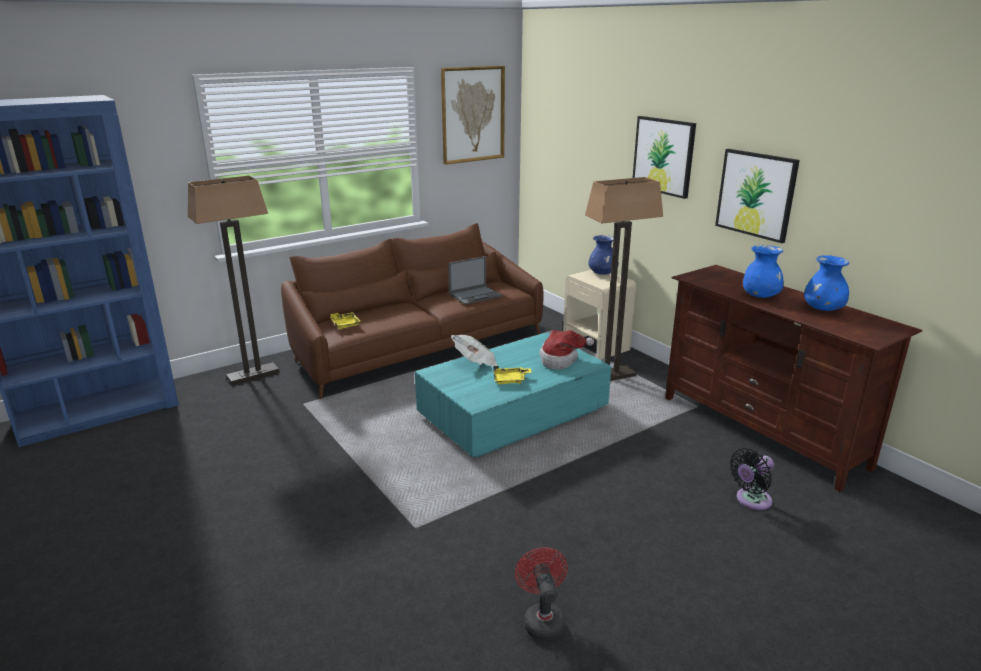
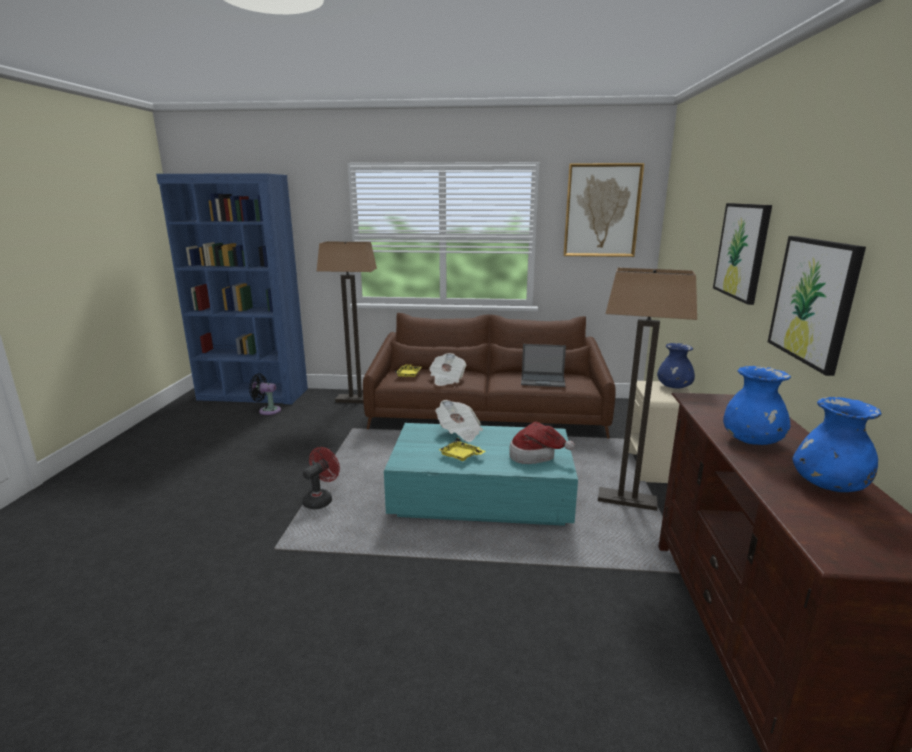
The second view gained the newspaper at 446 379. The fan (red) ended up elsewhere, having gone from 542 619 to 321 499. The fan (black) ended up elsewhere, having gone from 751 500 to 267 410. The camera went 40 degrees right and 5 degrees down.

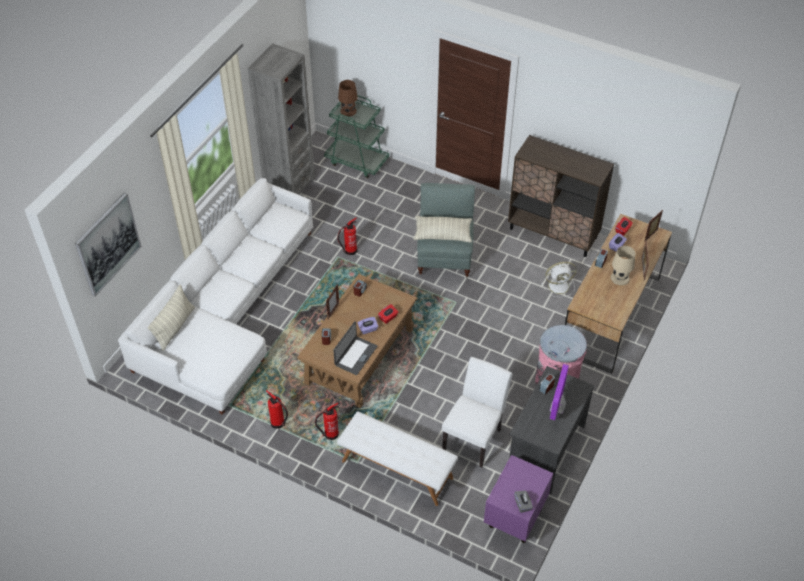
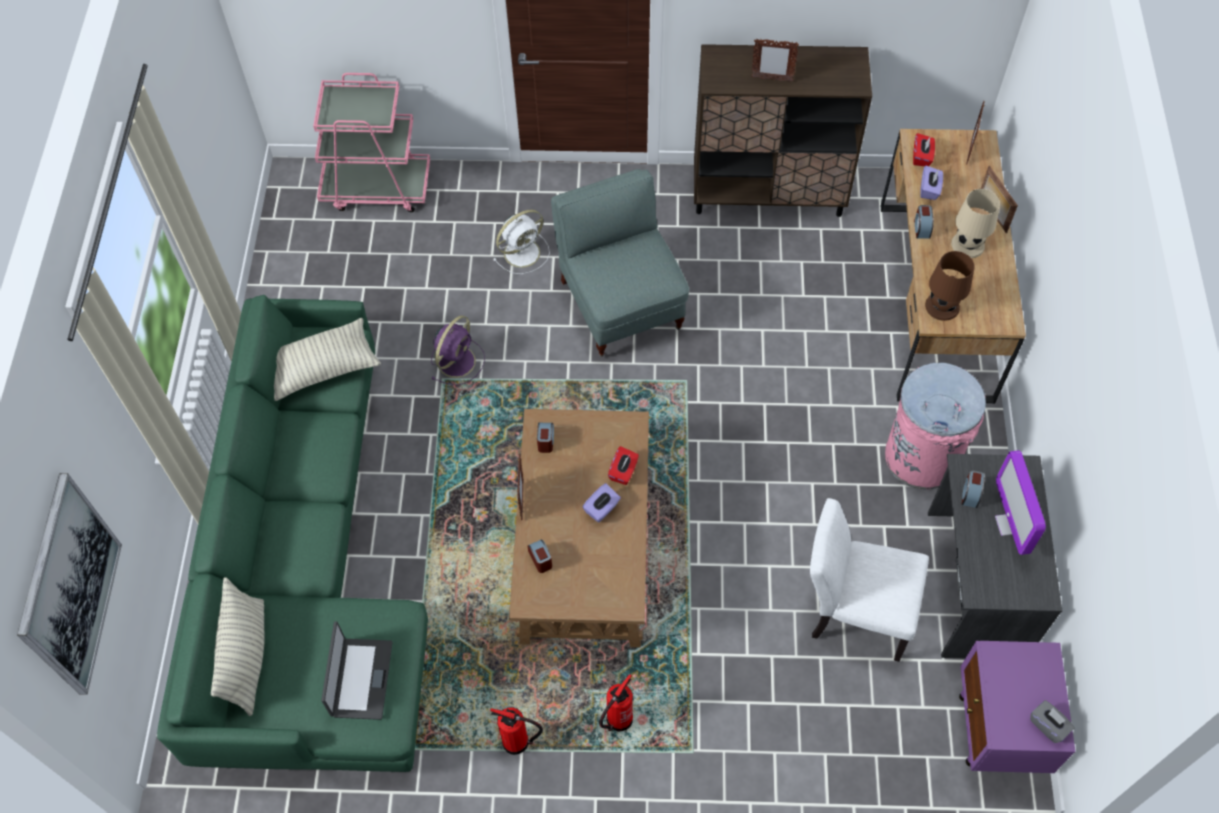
The second view lost the bookcase (grey) at 289 186. The second view lost the bench (white) at 396 470. The second view gained the picture frame at 771 79. The laptop ended up elsewhere, having gone from 355 355 to 360 679. The table lamp (brown) ended up elsewhere, having gone from 348 111 to 942 305. The pillow ended up elsewhere, having gone from 443 235 to 323 367. The fan (white) ended up elsewhere, having gone from 559 285 to 523 252. Where the fire extinguisher stood at 349 251, the fan (purple) came to stand at 457 360. What was the sofa (white) at 226 313 turned into the sofa (green) at 307 570. What was the cart (green) at 357 161 turned into the cart (pink) at 377 187. The chair (white) at 474 436 ended up facing another way, 75 degrees counterclockwise from before. The camera went 25 degrees left and 10 degrees up.

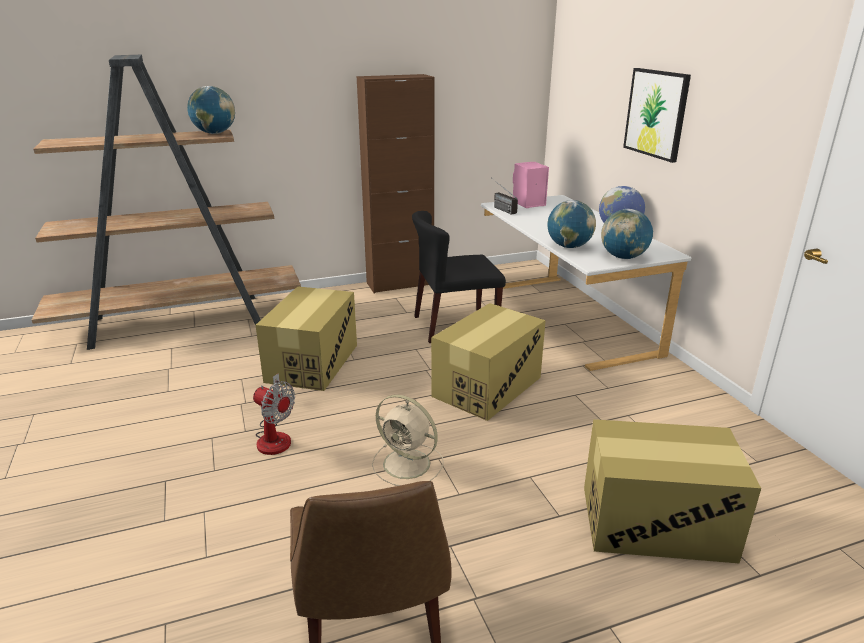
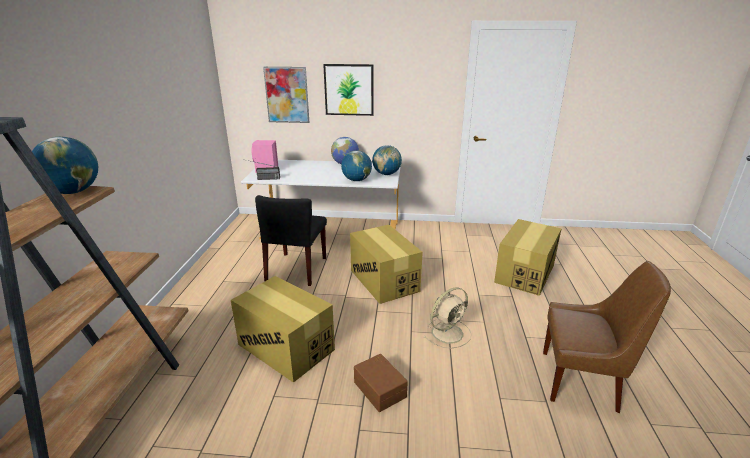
The second view lost the cabinet (brown) at 400 284. The second view gained the picture at 287 95. Where the fan stood at 275 436, the storage box (brown) came to stand at 381 388. The camera went 65 degrees left and 0 degrees up.

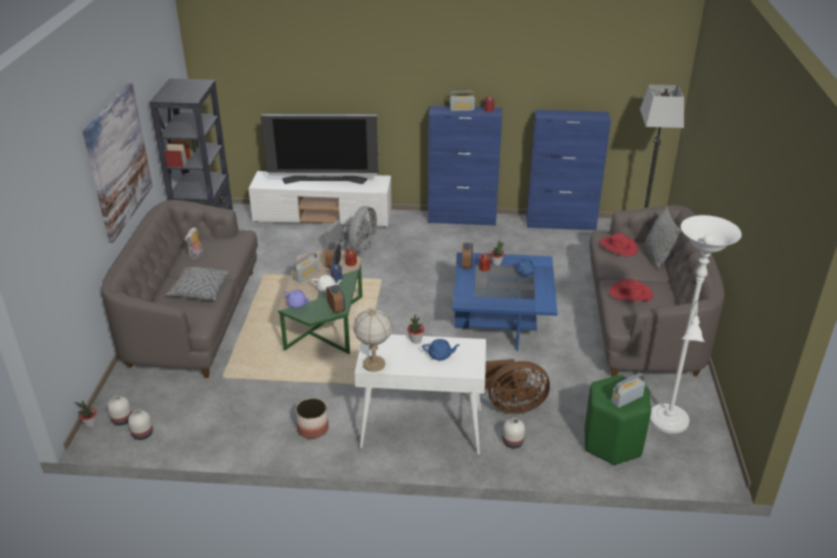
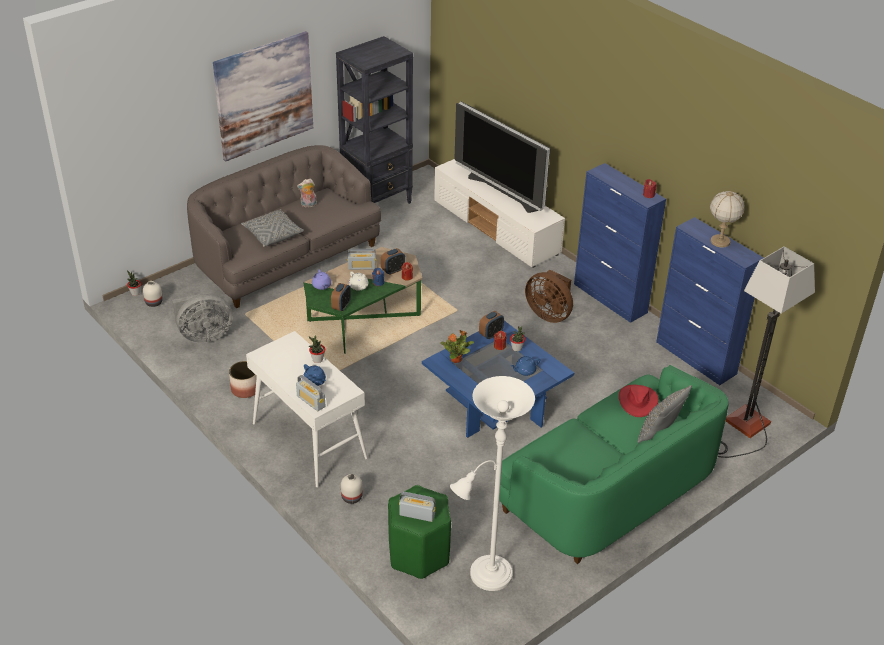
The second view lost the vase (white) at 143 434. The second view lost the hat (red) at 631 293. The second view gained the potted plant at 456 359. The fan (grey) ended up elsewhere, having gone from 357 249 to 203 336. The table lamp ended up elsewhere, having gone from 374 364 to 720 242. The radio ended up elsewhere, having gone from 462 109 to 311 401. The fan (brown) ended up elsewhere, having gone from 513 405 to 549 314. What was the sofa (grey) at 642 323 turned into the sofa (green) at 609 491. The camera went 45 degrees right and 5 degrees up.

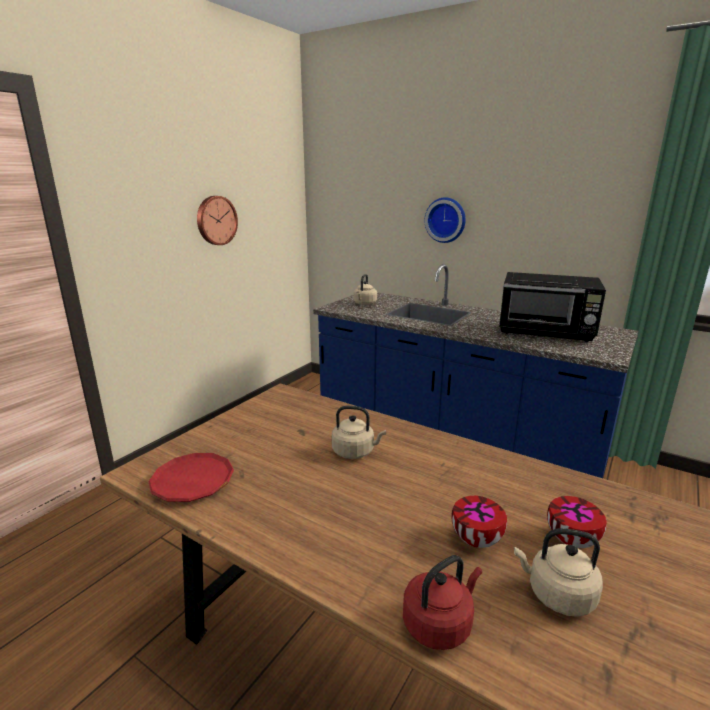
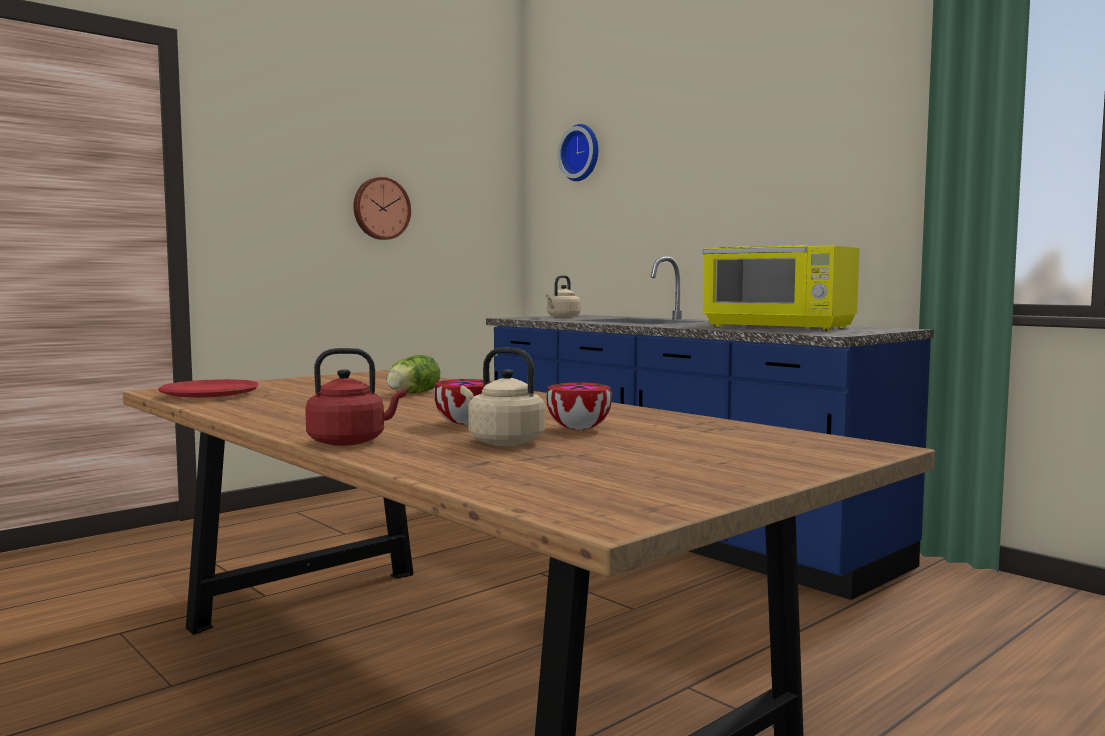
The wall clock ended up elsewhere, having gone from 446 220 to 582 153. Where the kettle (beige) stood at 355 452, the lettuce came to stand at 411 394. What was the microwave (black) at 546 332 turned into the microwave (yellow) at 780 327. The camera went 15 degrees right and 15 degrees down.

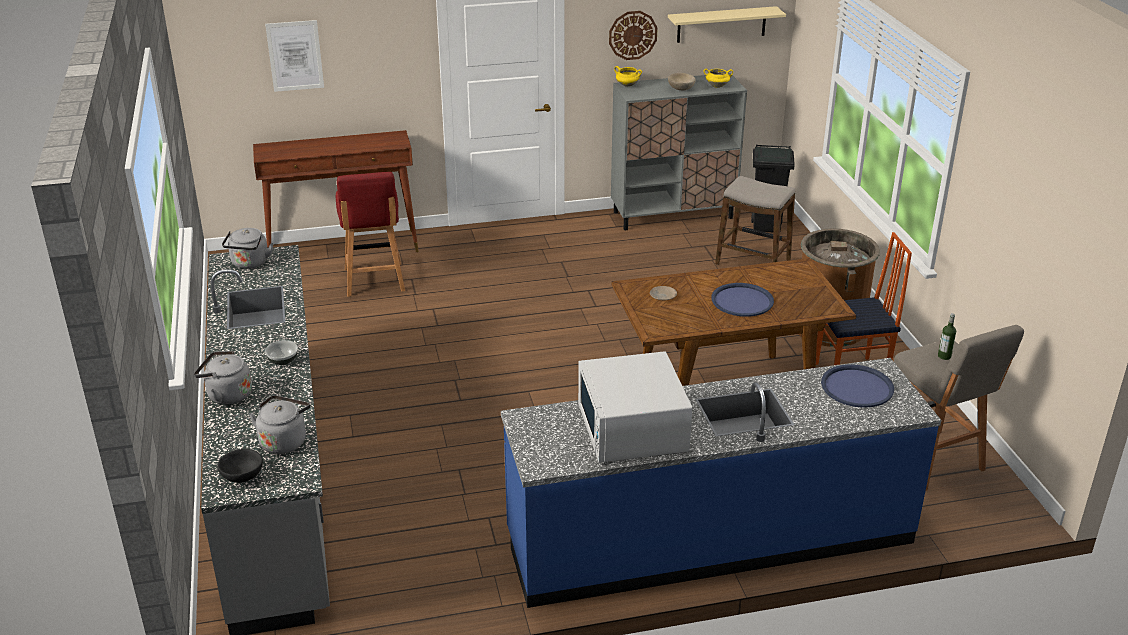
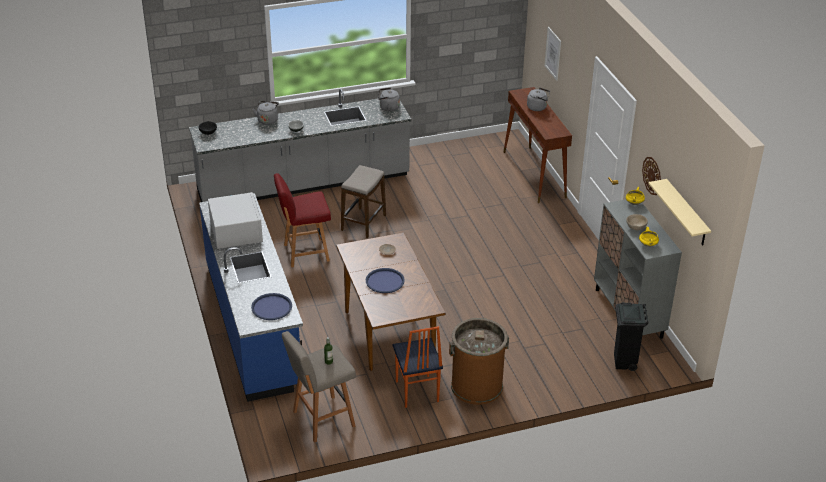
The kettle (grey) ended up elsewhere, having gone from 284 441 to 538 107. The chair (red) ended up elsewhere, having gone from 374 280 to 305 253. The stool ended up elsewhere, having gone from 752 262 to 363 223. The microwave (white) at 632 430 ended up facing another way, 90 degrees clockwise from before. The camera went 85 degrees right and 5 degrees up.

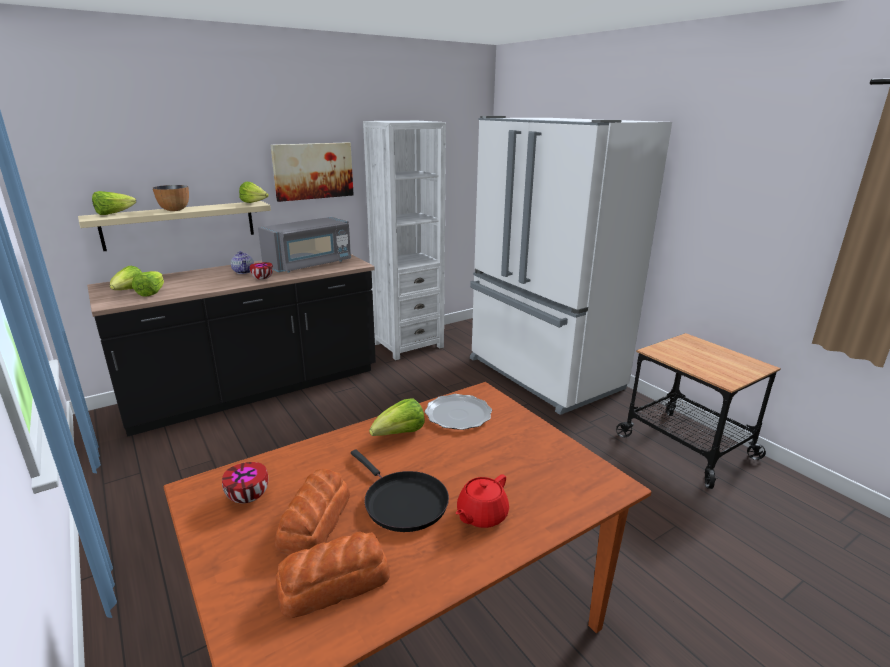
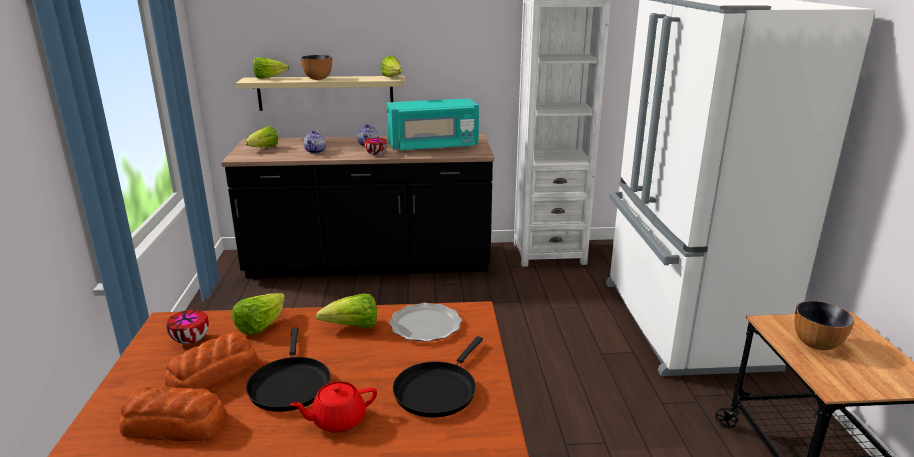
The second view lost the picture at 313 171. The second view gained the teapot at 315 151. The second view gained the frying pan (black) at 437 390. The second view gained the bowl at 816 344. The lettuce ended up elsewhere, having gone from 152 293 to 260 326. What was the microwave (grey) at 309 265 turned into the microwave (turquoise) at 433 146. The camera went 30 degrees right and 0 degrees up.

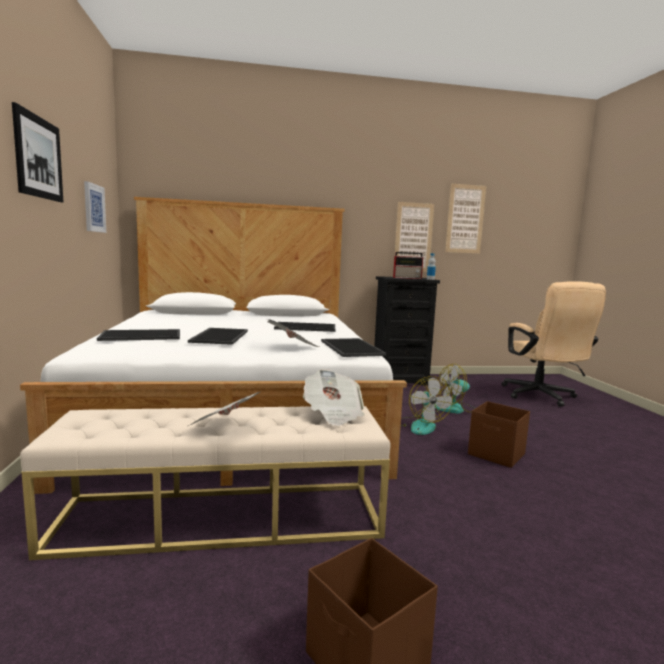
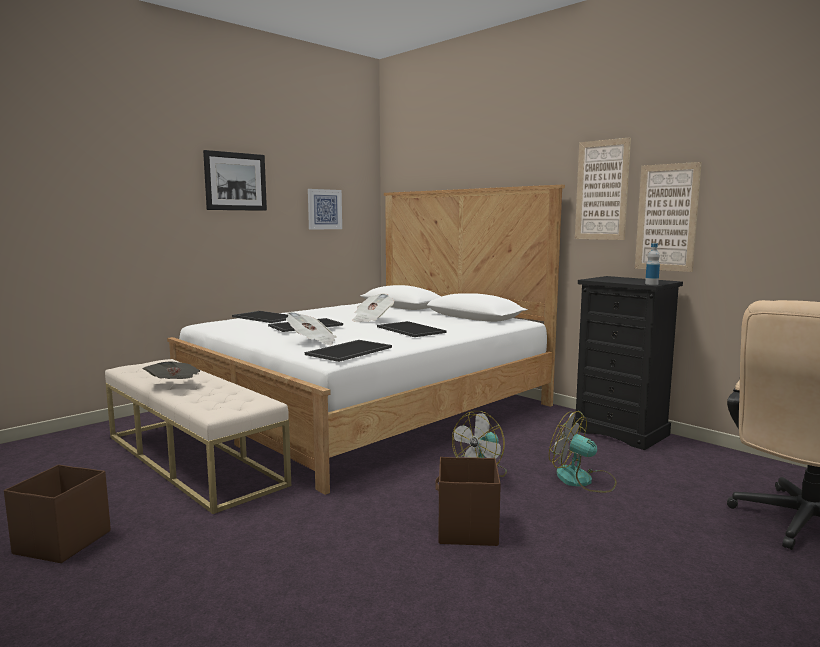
The second view lost the radio at 407 278. The newspaper ended up elsewhere, having gone from 333 413 to 372 319. The picture ended up elsewhere, having gone from 465 219 to 602 190. The camera went 55 degrees right and 0 degrees up.

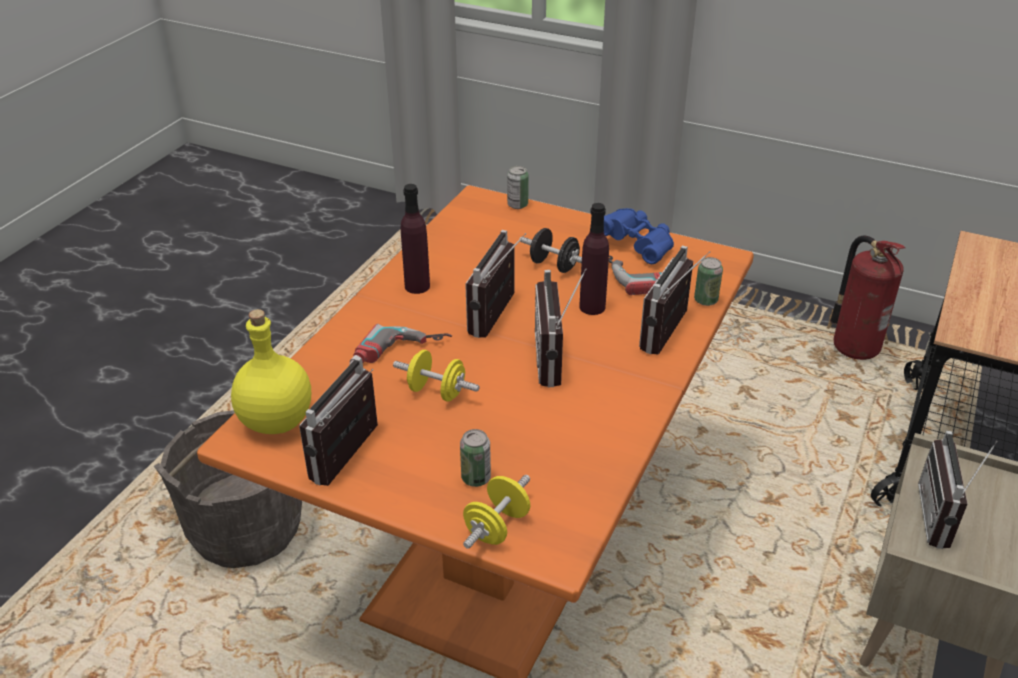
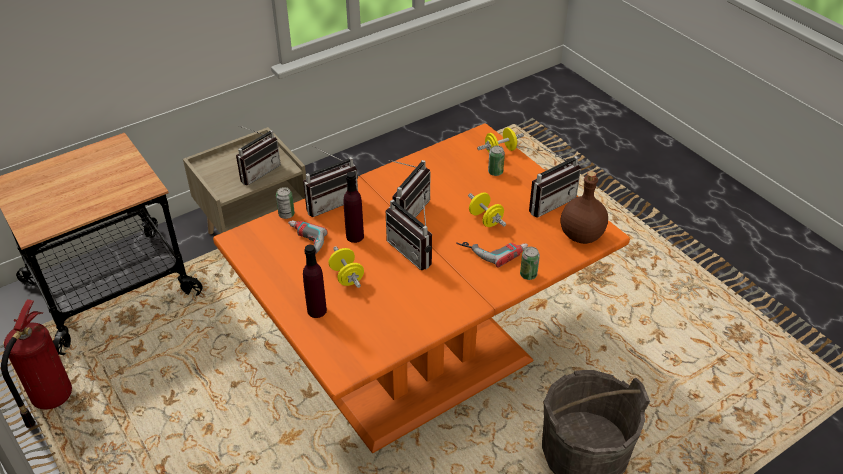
The second view lost the binoculars (blue) at 637 246. The bottle (purple) ended up elsewhere, having gone from 417 286 to 317 310. The can ended up elsewhere, having gone from 517 205 to 528 275. What was the bottle (yellow) at 277 420 turned into the bottle (brown) at 580 236. What was the dumbbell (black) at 554 265 turned into the dumbbell (yellow) at 347 276. The radio at 500 317 ended up facing another way, 90 degrees clockwise from before. The camera went 150 degrees left and 5 degrees up.

